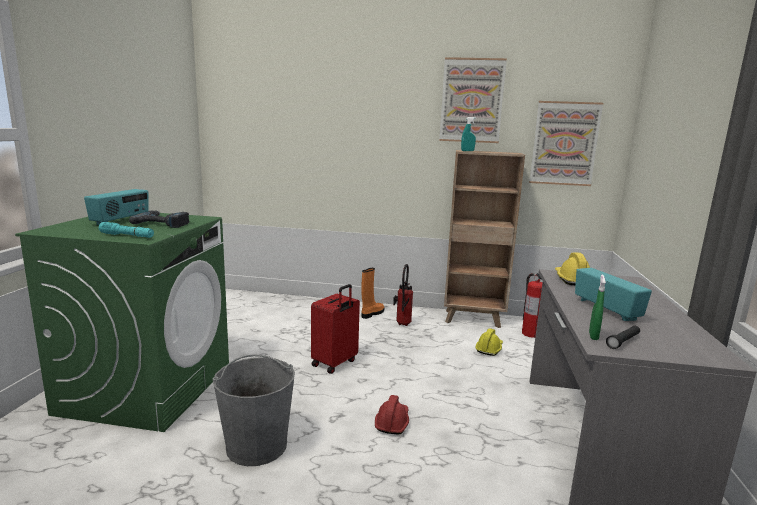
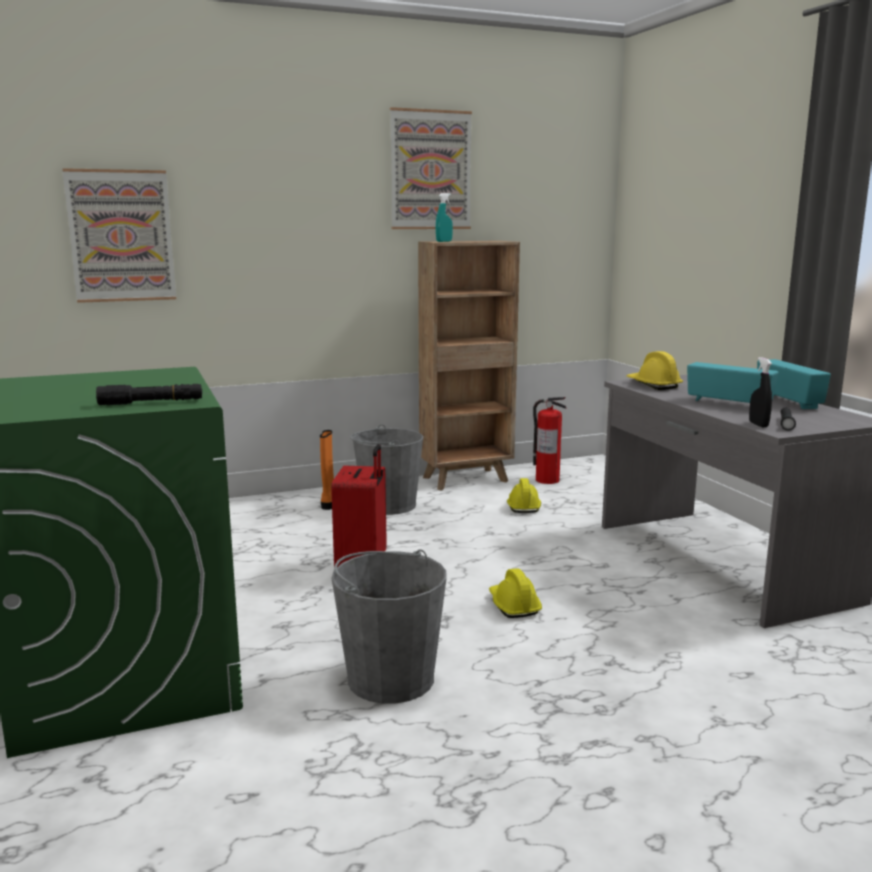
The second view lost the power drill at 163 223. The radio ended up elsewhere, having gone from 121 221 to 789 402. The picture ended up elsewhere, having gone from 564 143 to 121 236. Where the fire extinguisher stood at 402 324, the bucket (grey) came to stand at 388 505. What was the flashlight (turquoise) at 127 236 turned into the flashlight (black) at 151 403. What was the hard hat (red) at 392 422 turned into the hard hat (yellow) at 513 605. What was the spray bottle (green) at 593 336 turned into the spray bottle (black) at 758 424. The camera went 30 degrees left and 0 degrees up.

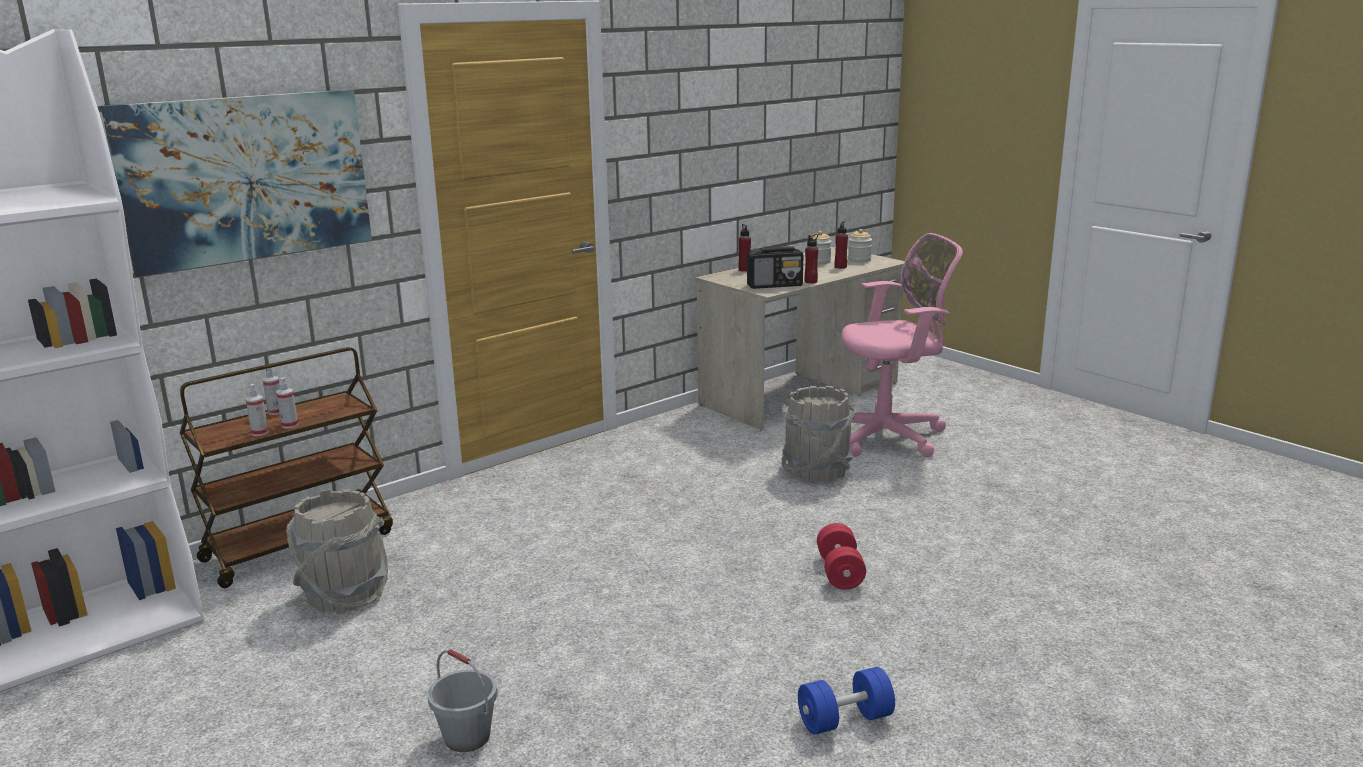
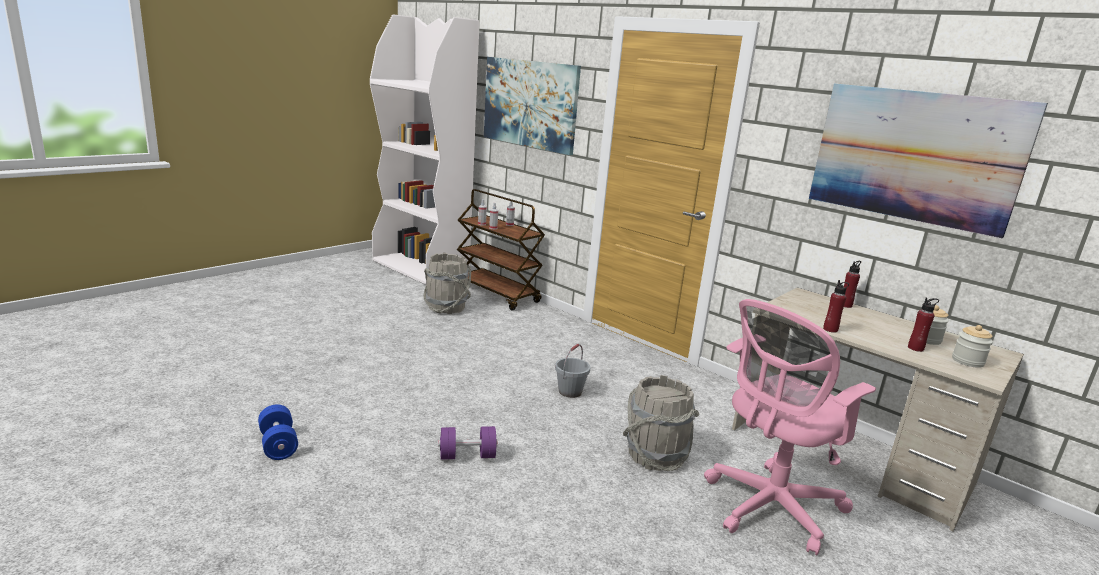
The second view lost the radio at 775 285. The second view gained the picture at 915 156. The bucket (grey) ended up elsewhere, having gone from 468 737 to 570 392. What was the dumbbell (red) at 840 572 turned into the dumbbell (purple) at 467 455. The office chair (pink) at 888 436 ended up facing another way, 75 degrees clockwise from before. The camera went 80 degrees right and 0 degrees up.

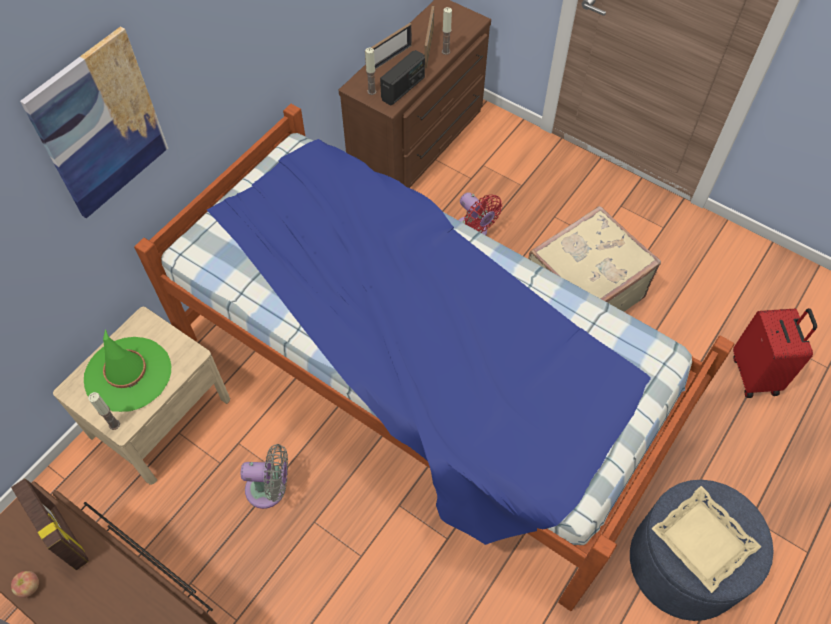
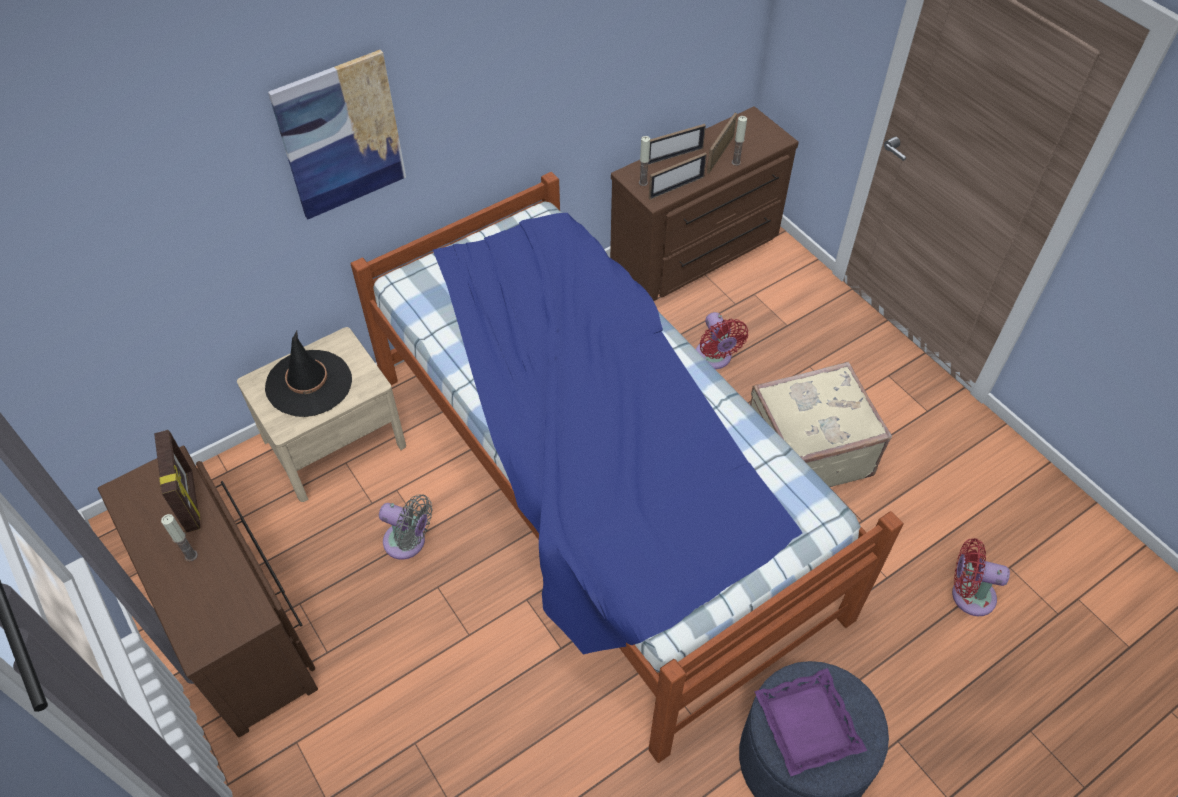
The second view lost the apple at 29 587. The candle ended up elsewhere, having gone from 114 424 to 191 555. Where the radio stood at 403 88, the picture frame came to stand at 676 187. Where the suitcase (red) stood at 756 375, the fan (red) came to stand at 968 594. What was the hat (green) at 128 374 turned into the hat (black) at 309 383. What was the tray (beige) at 702 541 turned into the tray (purple) at 806 724. The camera went 20 degrees right and 5 degrees down.

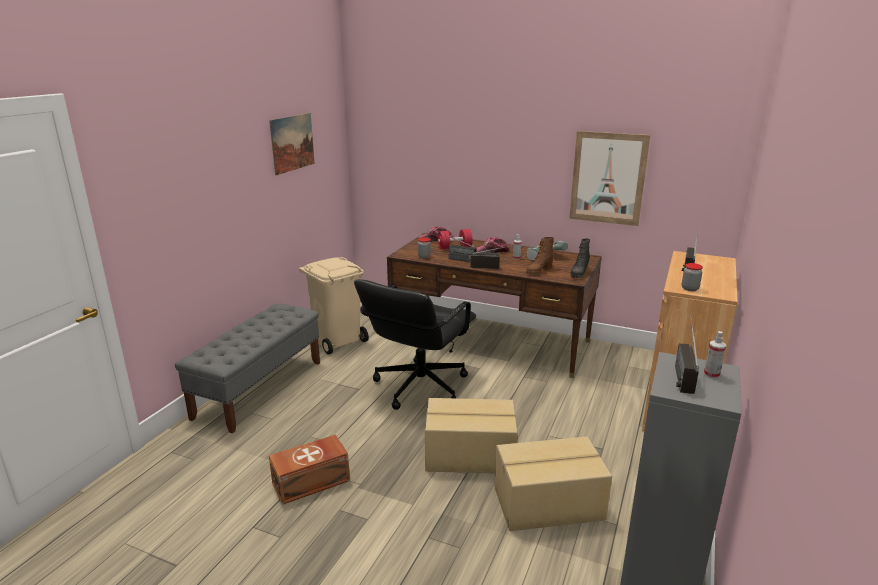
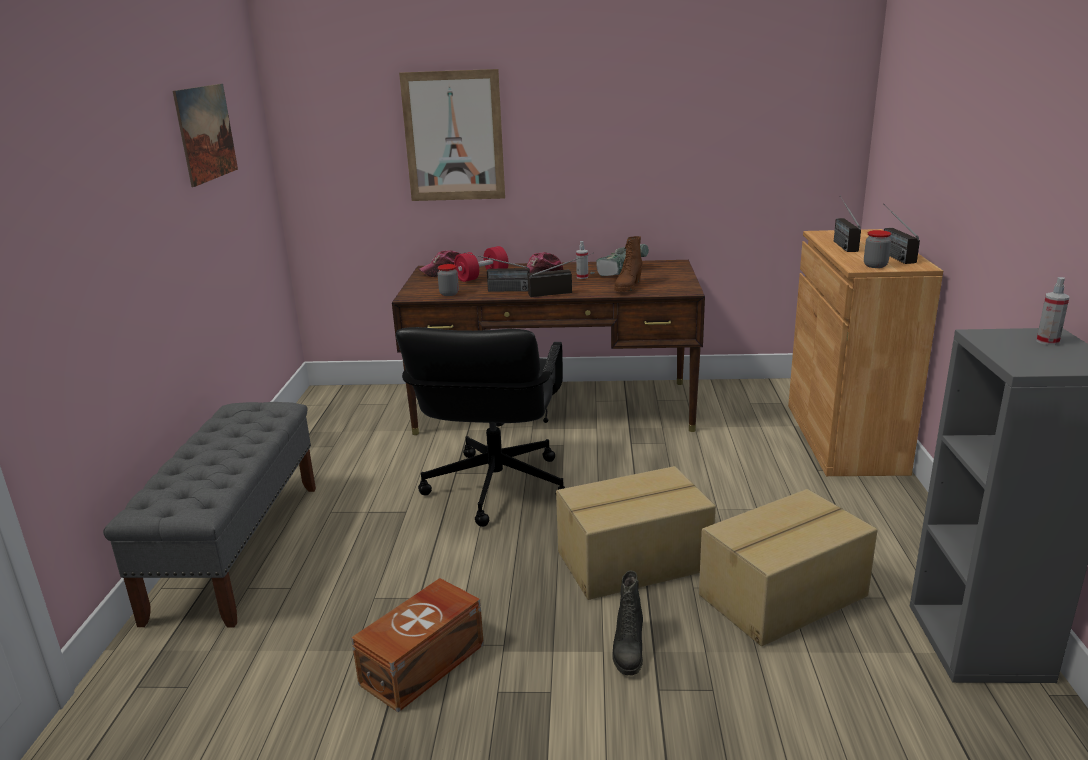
The second view lost the trash can (beige) at 338 341. The picture ended up elsewhere, having gone from 608 178 to 453 136. The boot (black) ended up elsewhere, having gone from 579 274 to 627 650. The radio ended up elsewhere, having gone from 681 372 to 890 254. The camera went 20 degrees left and 0 degrees up.

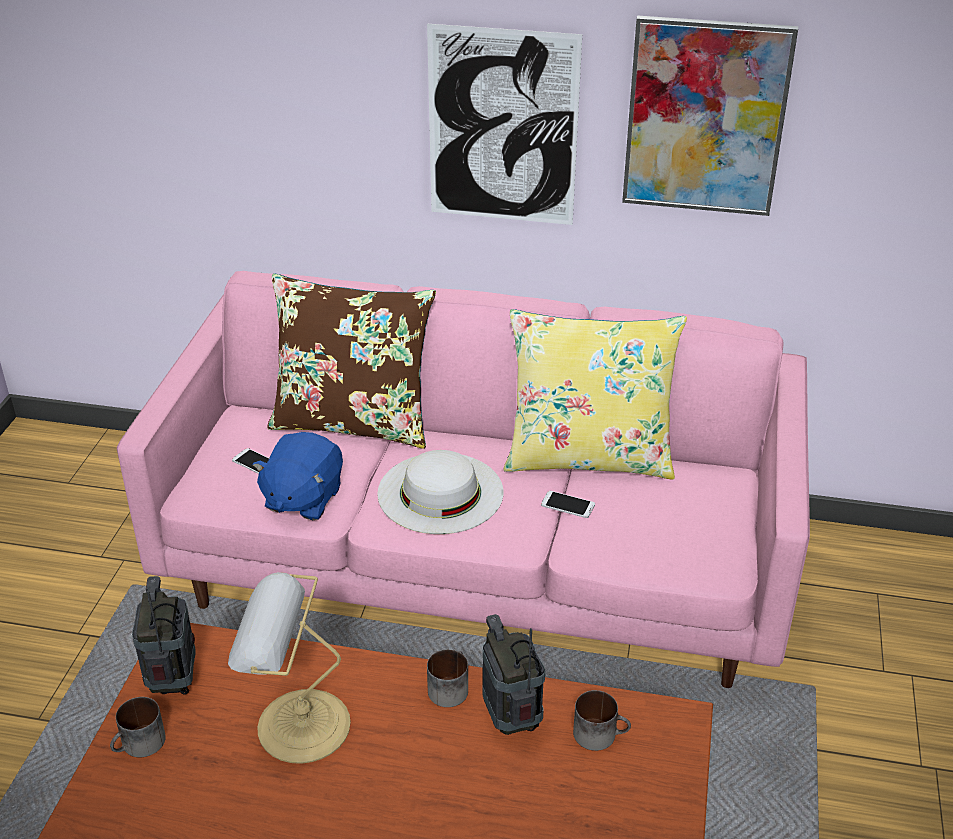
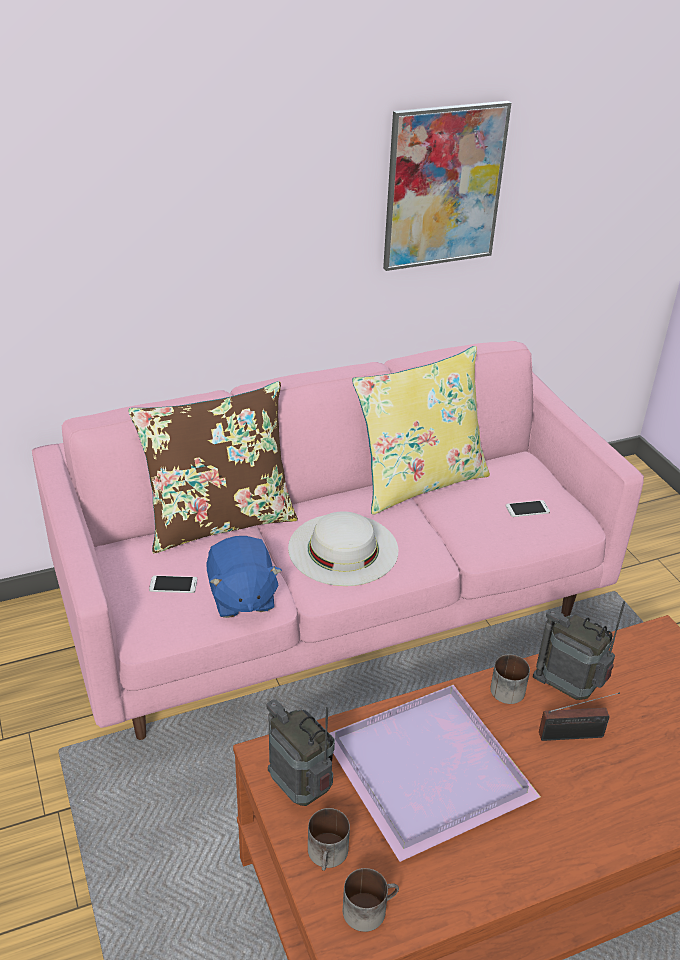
The second view lost the picture at 502 127. The second view gained the radio at 574 735. The phone ended up elsewhere, having gone from 567 505 to 527 509. The mug ended up elsewhere, having gone from 600 733 to 369 907. Where the table lamp stood at 298 725, the tray (purple) came to stand at 432 771. The camera went 35 degrees left and 0 degrees up.

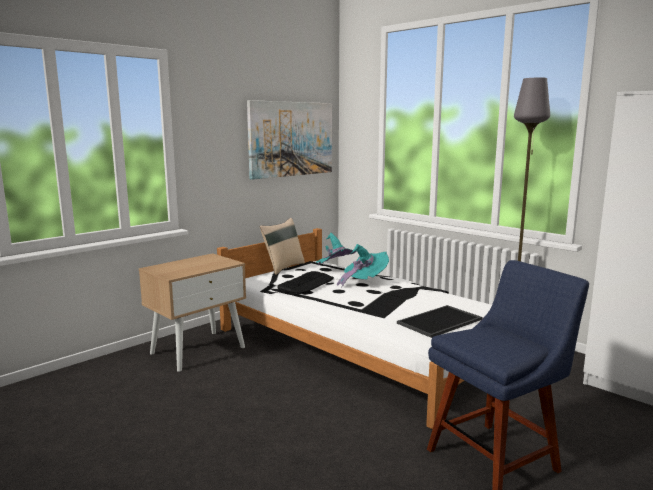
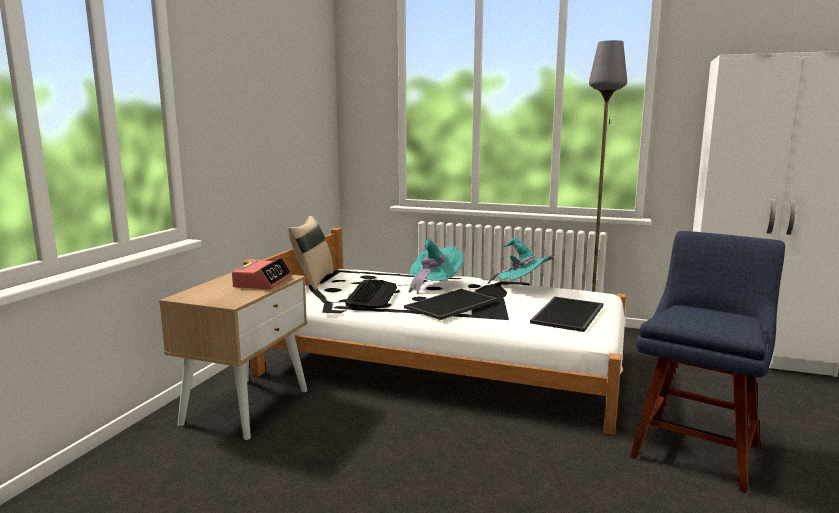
The second view lost the picture at 291 139. The second view gained the alarm clock at 262 282. The second view gained the tray at 452 305. The hat (turquoise) ended up elsewhere, having gone from 336 270 to 523 287. The camera went 25 degrees left and 0 degrees up.

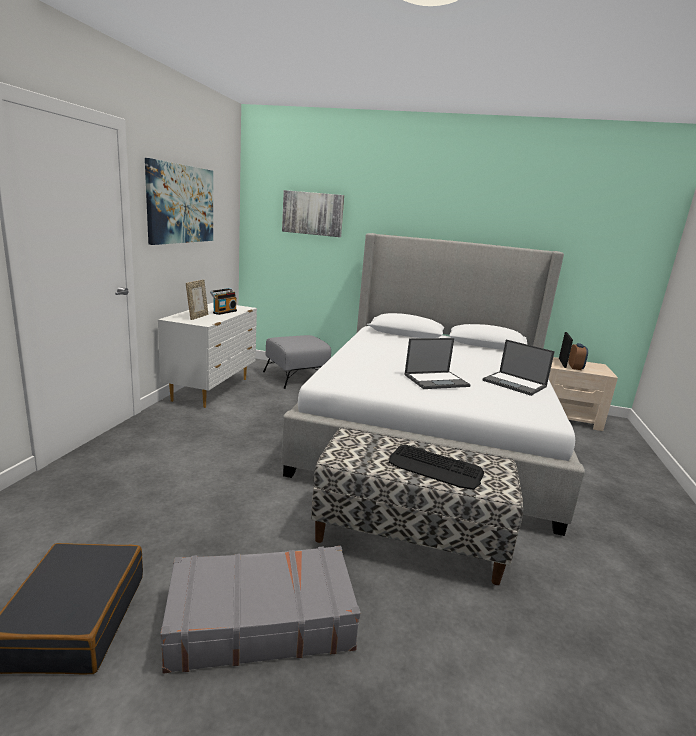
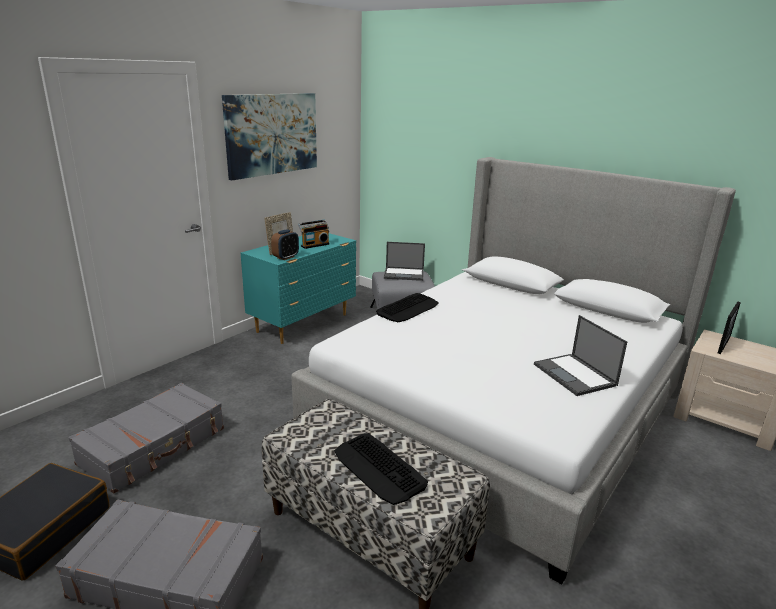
The second view lost the picture at 313 213. The second view gained the suitcase (grey) at 154 446. The second view gained the keyboard at 408 308. The laptop ended up elsewhere, having gone from 437 380 to 404 274. The alarm clock ended up elsewhere, having gone from 575 367 to 286 257. What was the dresser (white) at 212 389 turned into the dresser (turquoise) at 304 323. The camera went 25 degrees right and 5 degrees up.

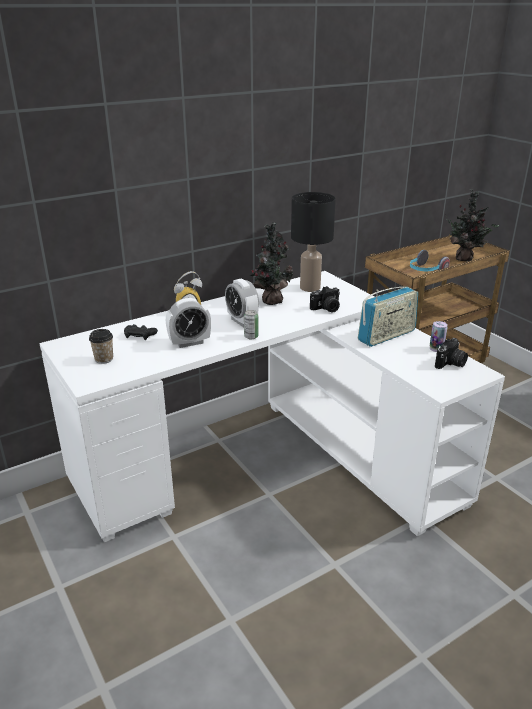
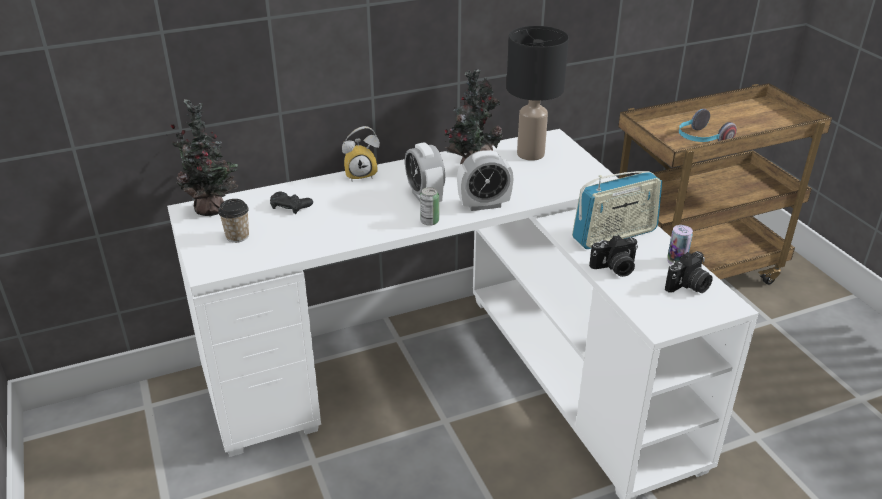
The alarm clock ended up elsewhere, having gone from 189 343 to 484 205. The photo camera ended up elsewhere, having gone from 326 309 to 615 268. The potted plant ended up elsewhere, having gone from 465 259 to 213 210. The camera went 10 degrees right and 5 degrees up.

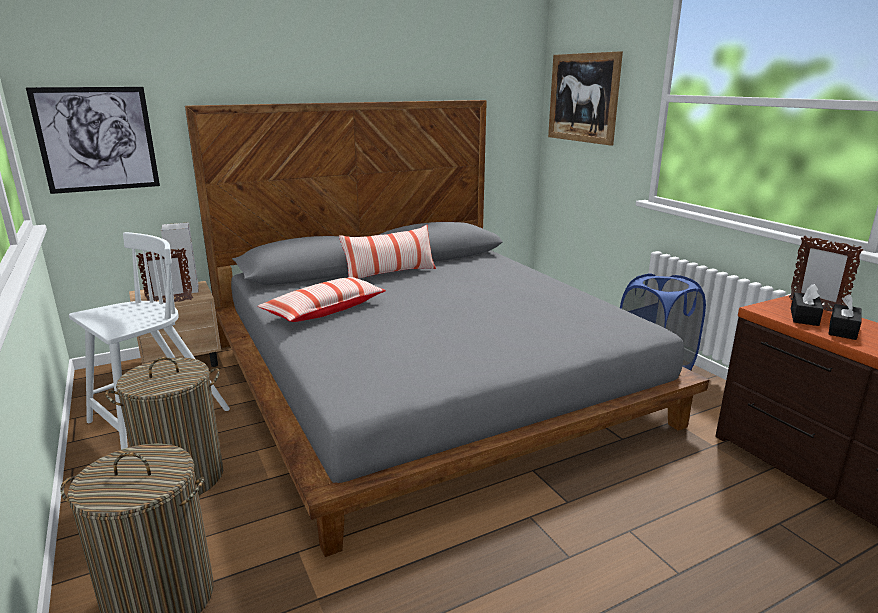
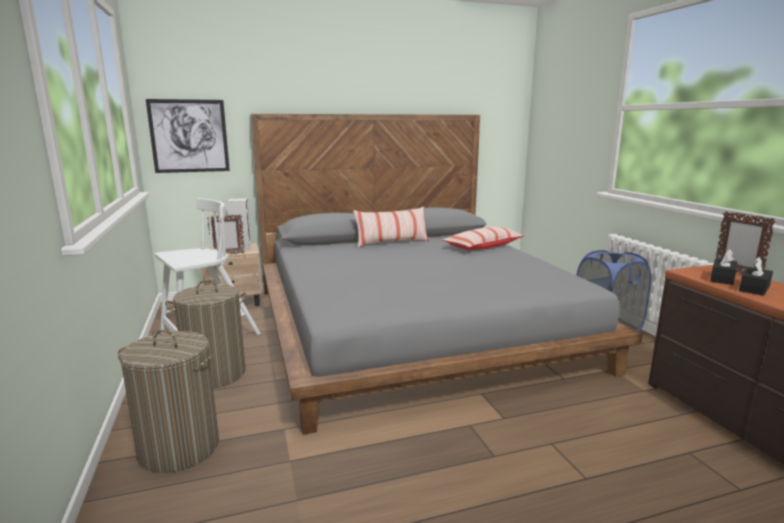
The second view lost the picture at 583 98. The pillow ended up elsewhere, having gone from 325 311 to 483 247. The camera went 10 degrees right and 5 degrees down.

